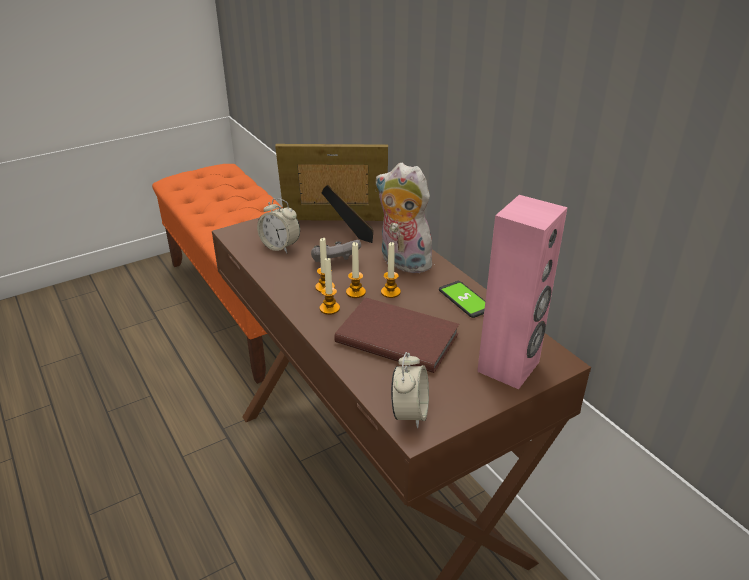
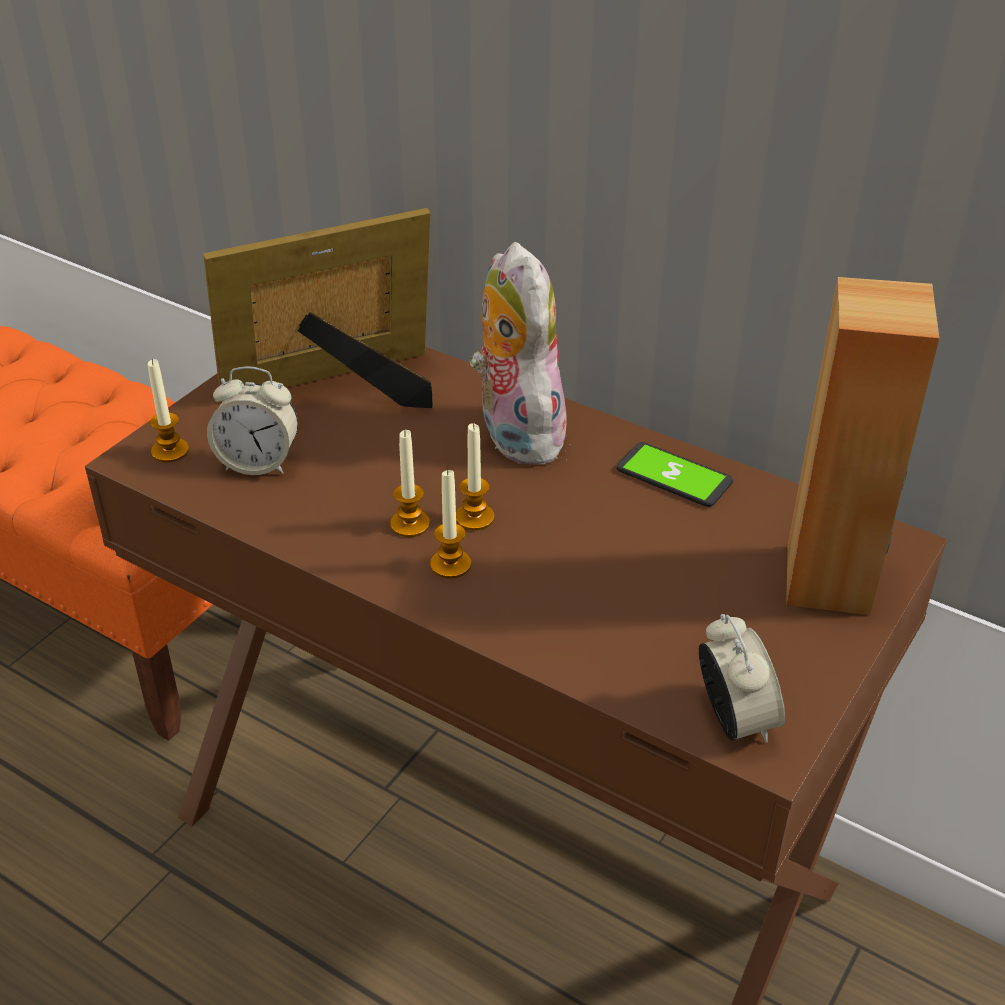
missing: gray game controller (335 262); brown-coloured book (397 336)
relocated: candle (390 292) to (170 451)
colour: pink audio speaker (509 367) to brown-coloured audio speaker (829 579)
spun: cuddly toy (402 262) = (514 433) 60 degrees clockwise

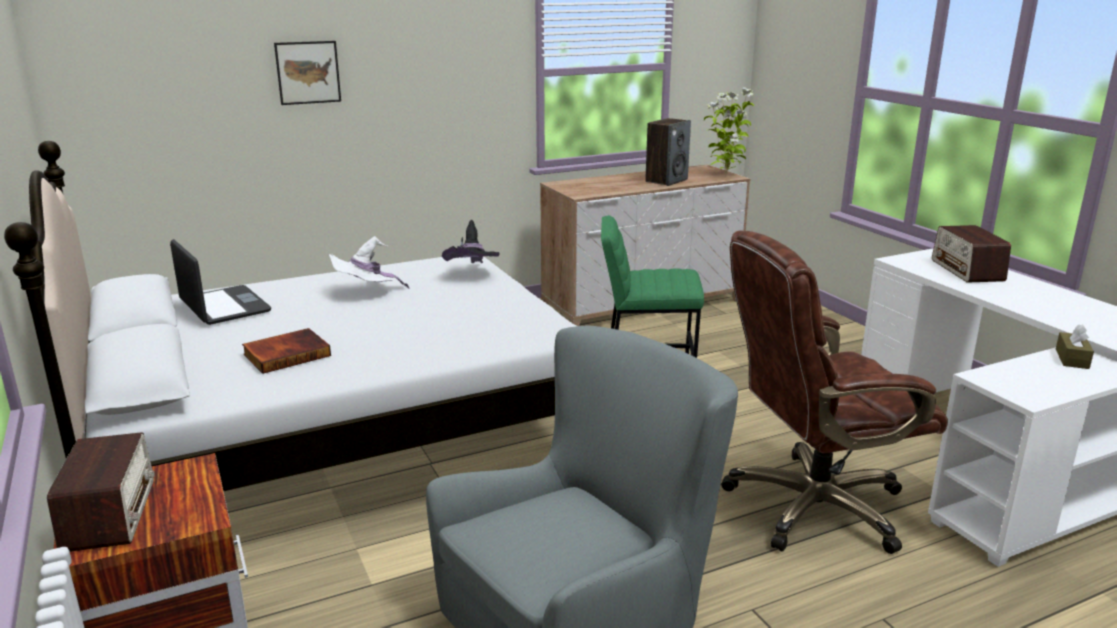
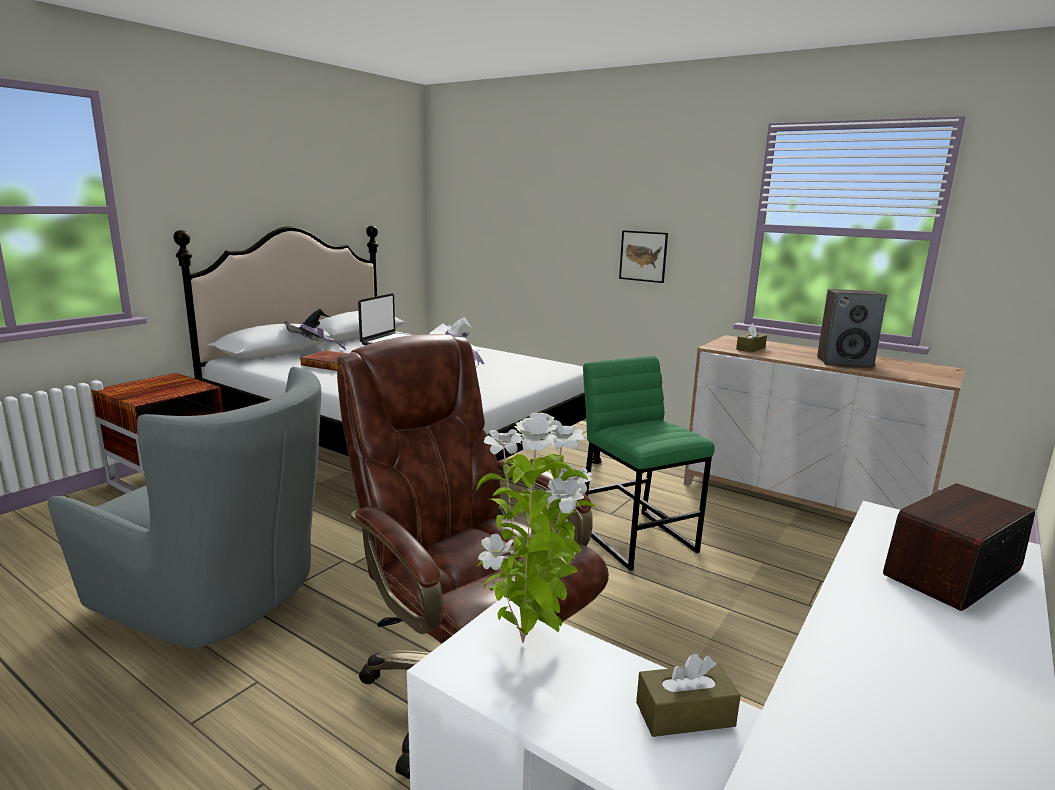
missing: radio receiver (110 514)
appeared: brown-coloured box of tissues (750 349)
relocated: blackish wearable hat (472 275) to (312 352); potted plant (725 176) to (527 641); wall art (308 72) to (643 256)

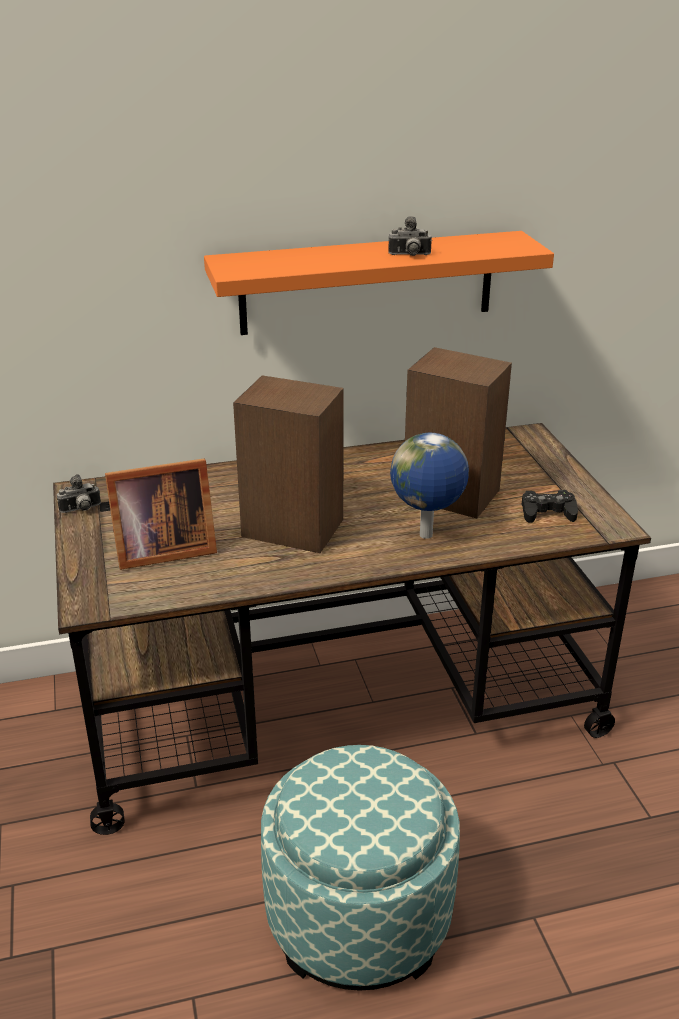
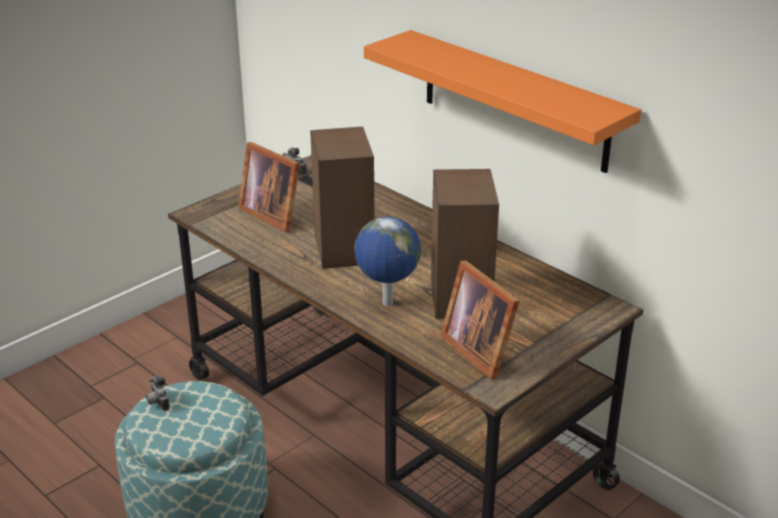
relocated: still camera (409 255) to (157 402)
exchanged: blackish game controller (547 512) to standing frame (480 349)

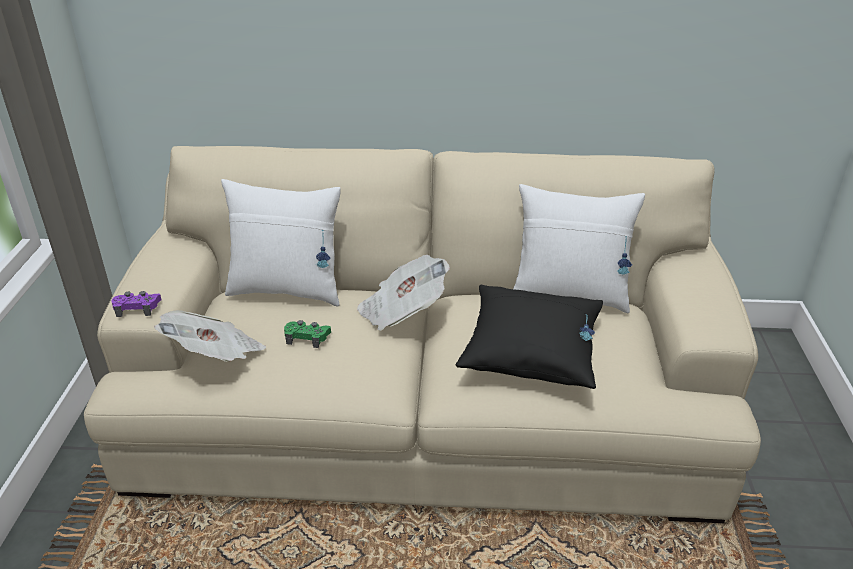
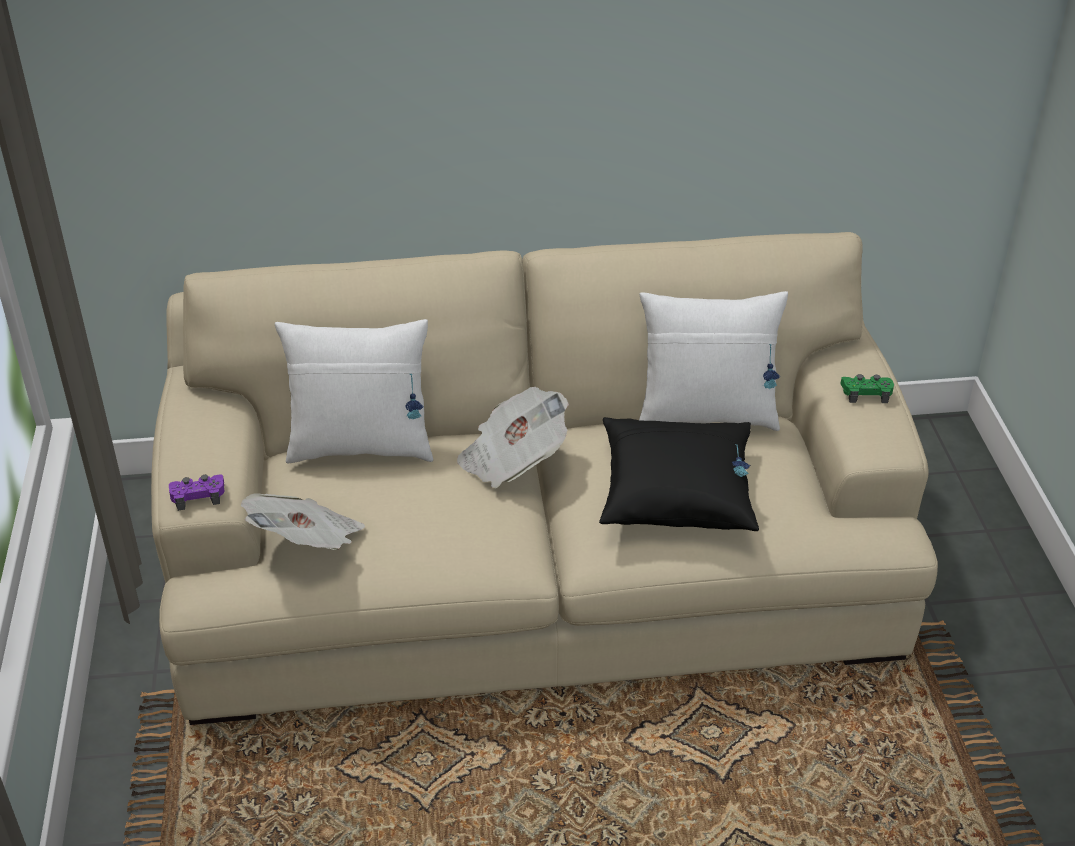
relocated: greenish game controller (307 337) to (866 393)

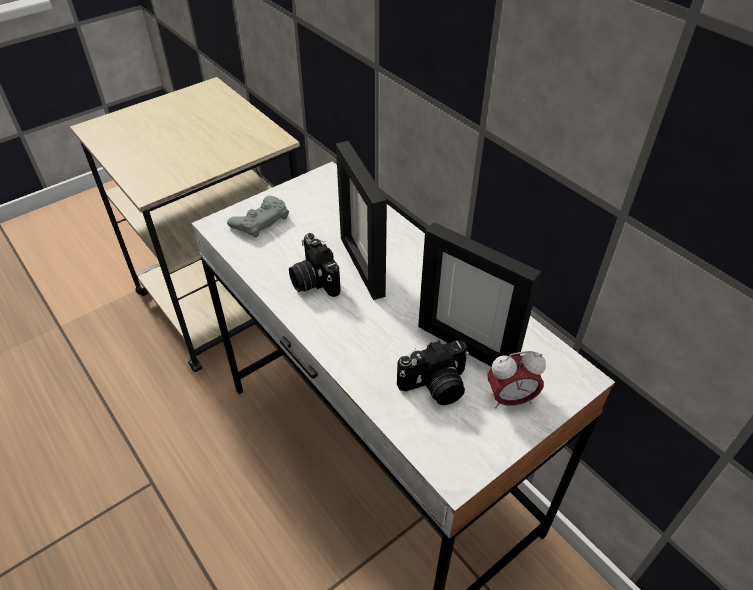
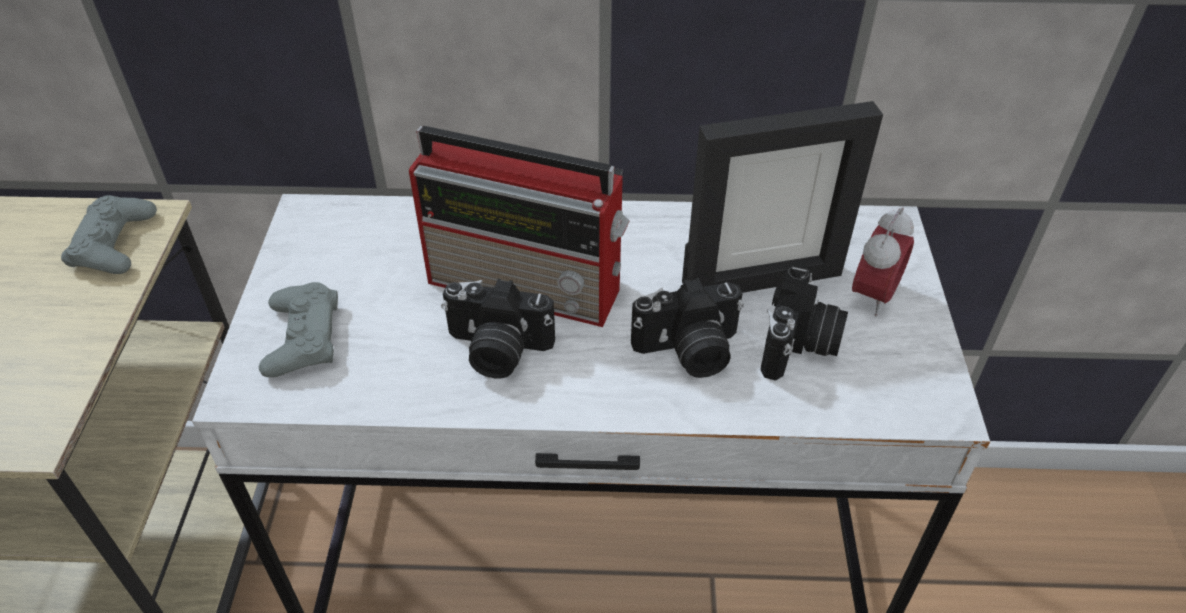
appeared: gray game controller (114 243); still camera (689 352)
exchanged: standing frame (364 265) to radio receiver (529 285)

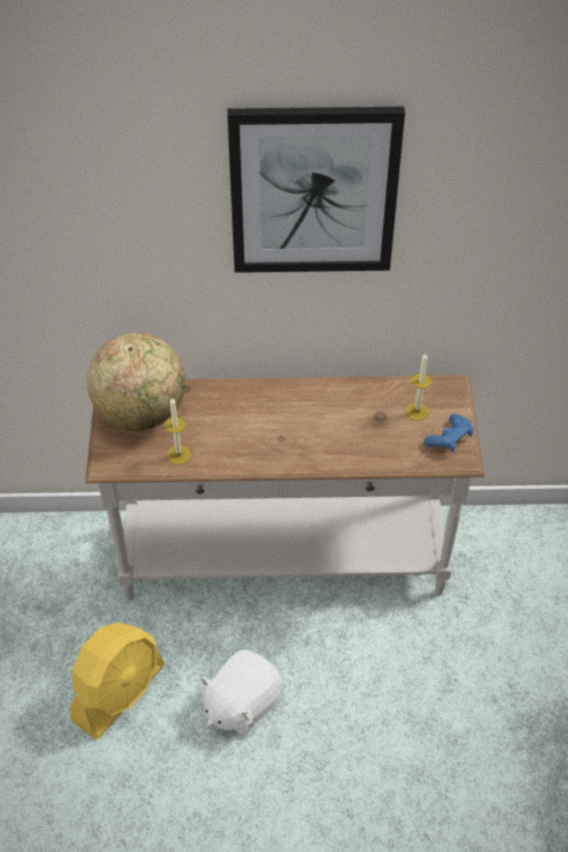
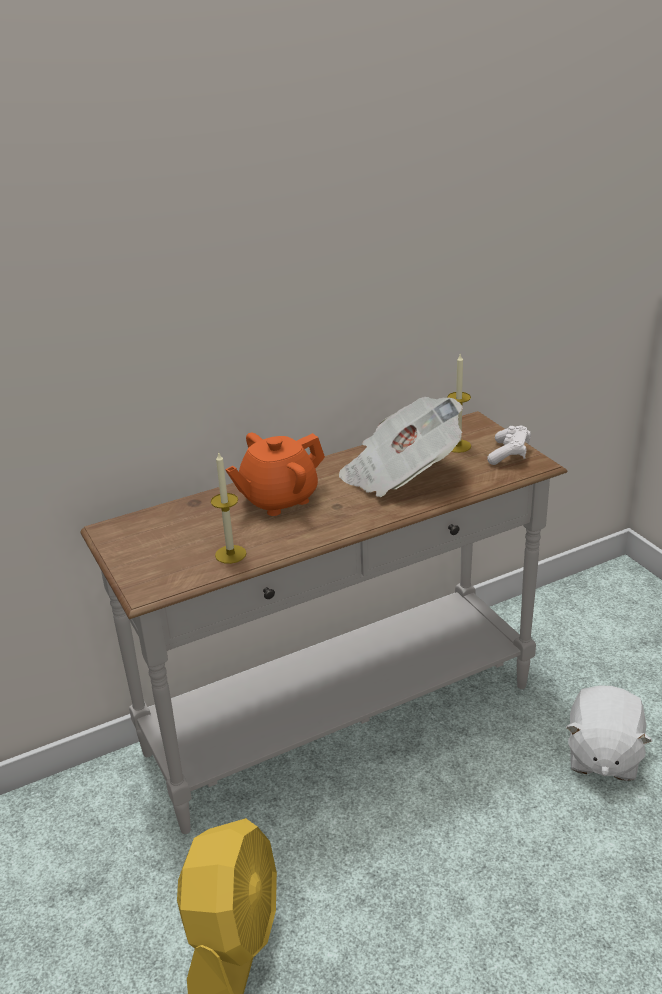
missing: globe (141 412); wall art (313 191)
appeared: orange pot for tea (278 499); newspaper (400 474)
relocated: whitish cuddly toy (241 703) to (602 755)
colour: blue-coloured game controller (449 439) to whitish game controller (509 454)

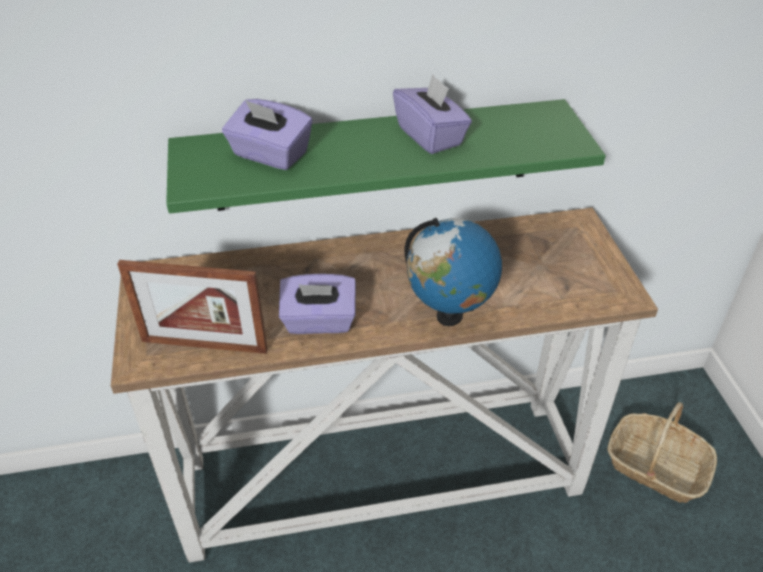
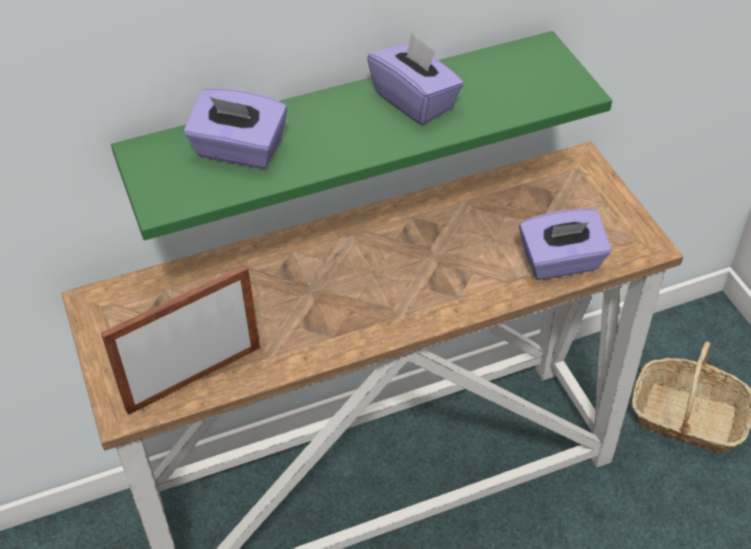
missing: globe (449 316)
relocated: purple-coloured box of tissues (319 322) to (561 262)
spun: standing frame (204 345) = (194 378) 150 degrees clockwise

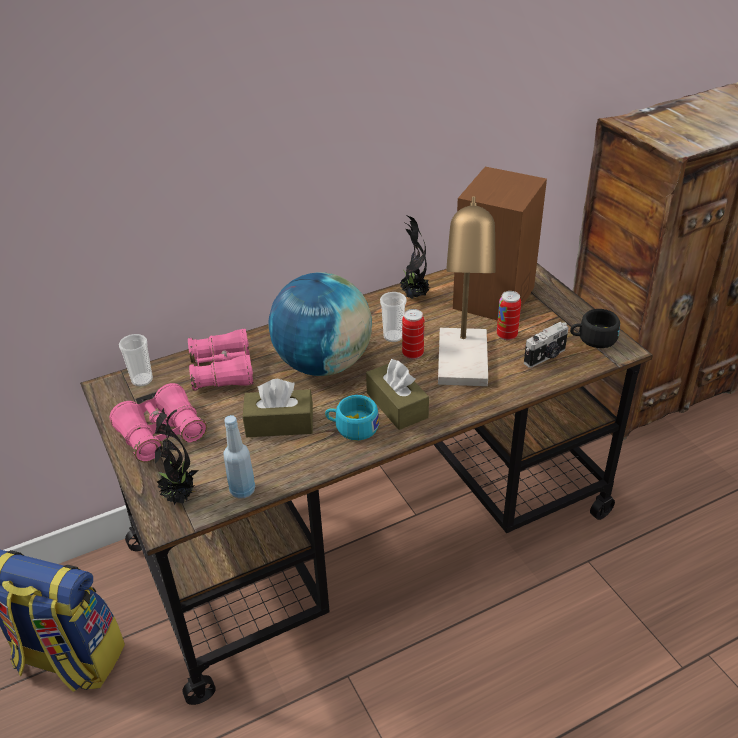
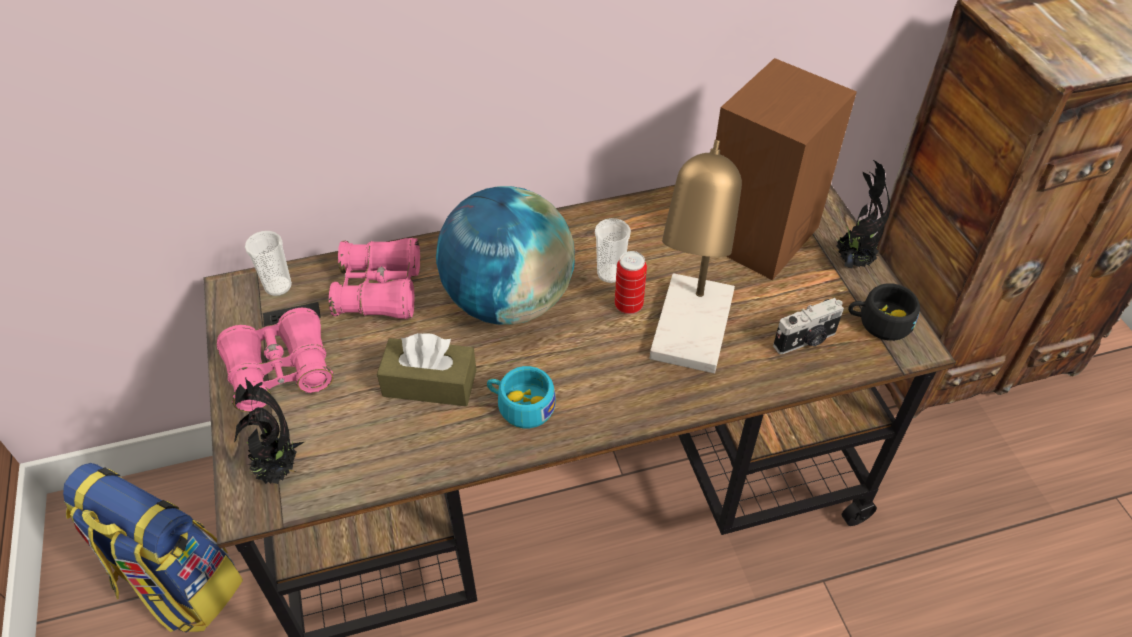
missing: blue-coloured bottle (242 490); brown-coloured box of tissues (397 405); metal can (506 335)
relocated: potted plant (413 296) to (851 260)

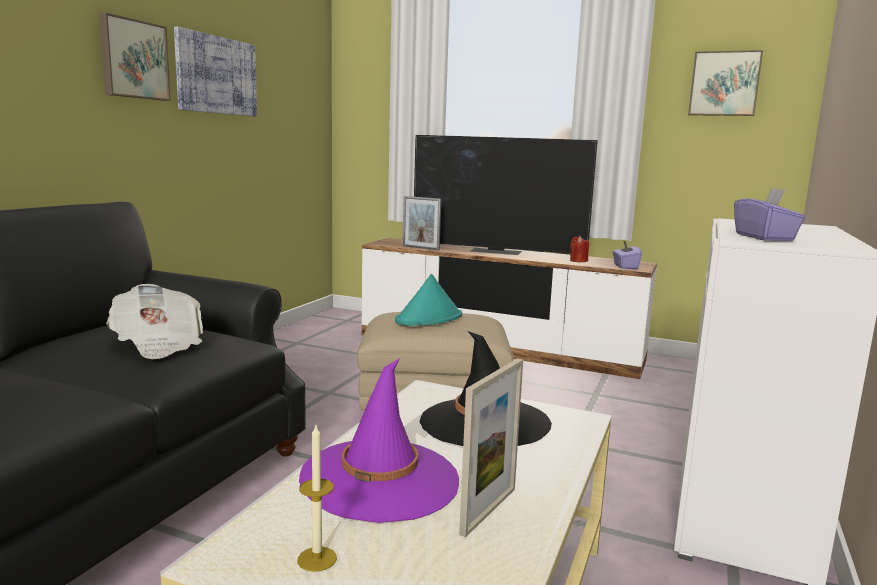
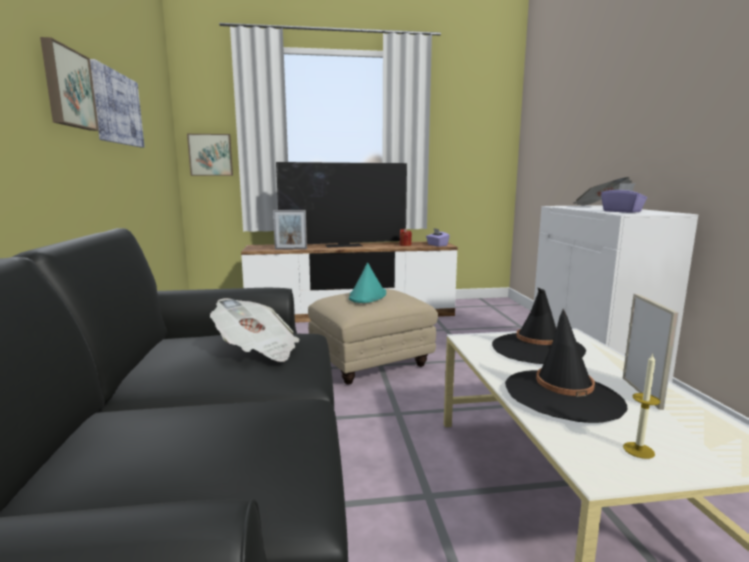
appeared: newspaper (599 207)
relocated: wall art (724 84) to (211 155)
colour: purple-coloured wearable hat (380 479) to blackish wearable hat (563 395)

